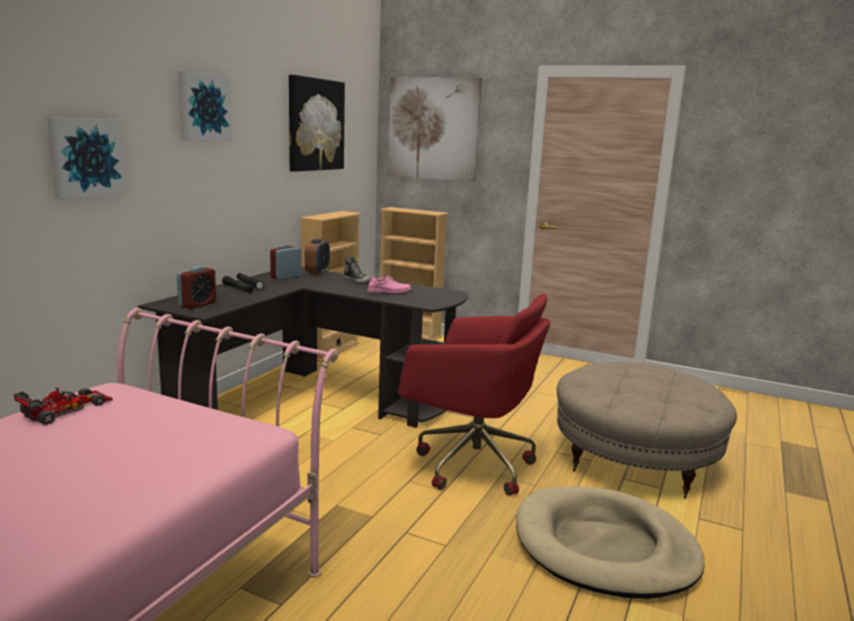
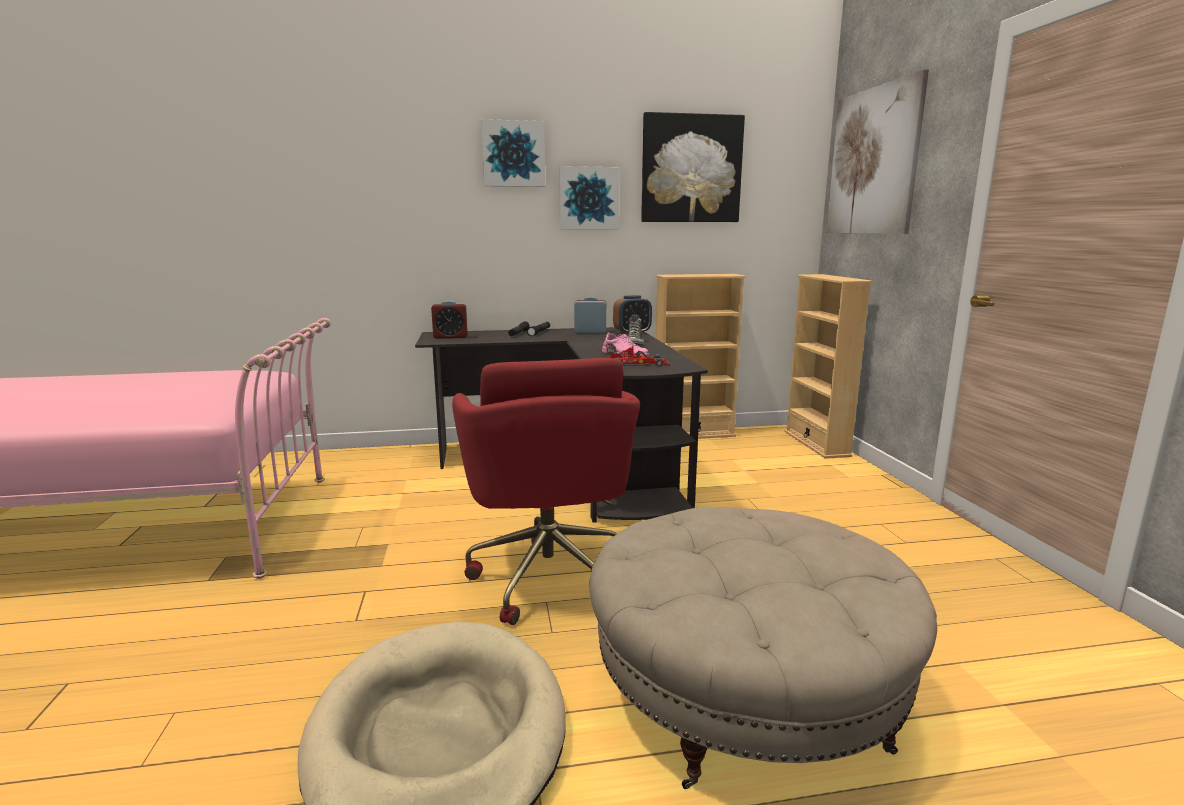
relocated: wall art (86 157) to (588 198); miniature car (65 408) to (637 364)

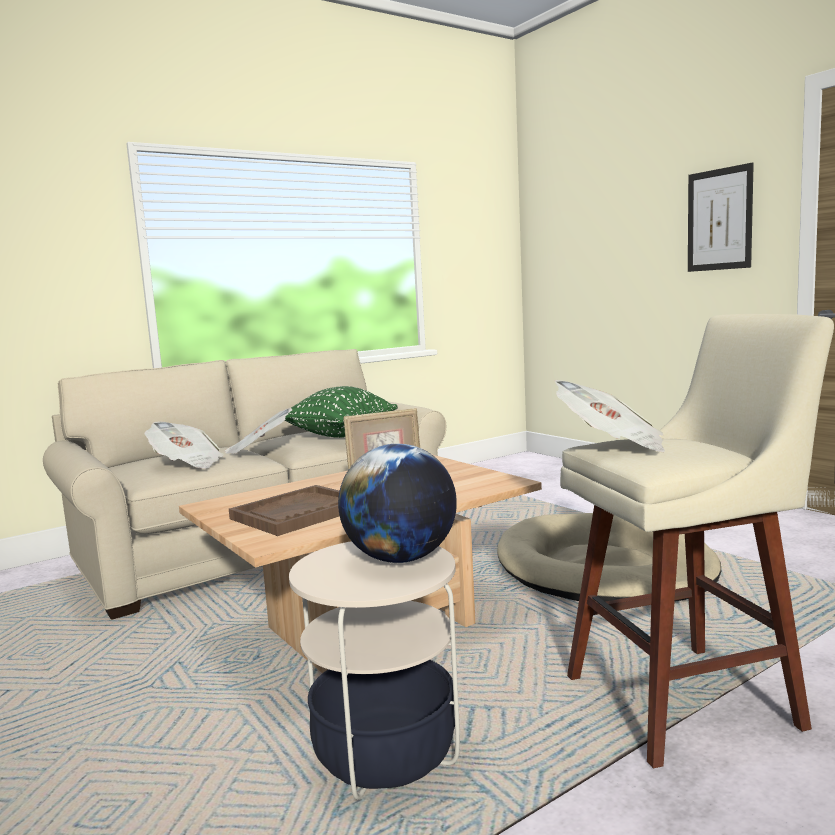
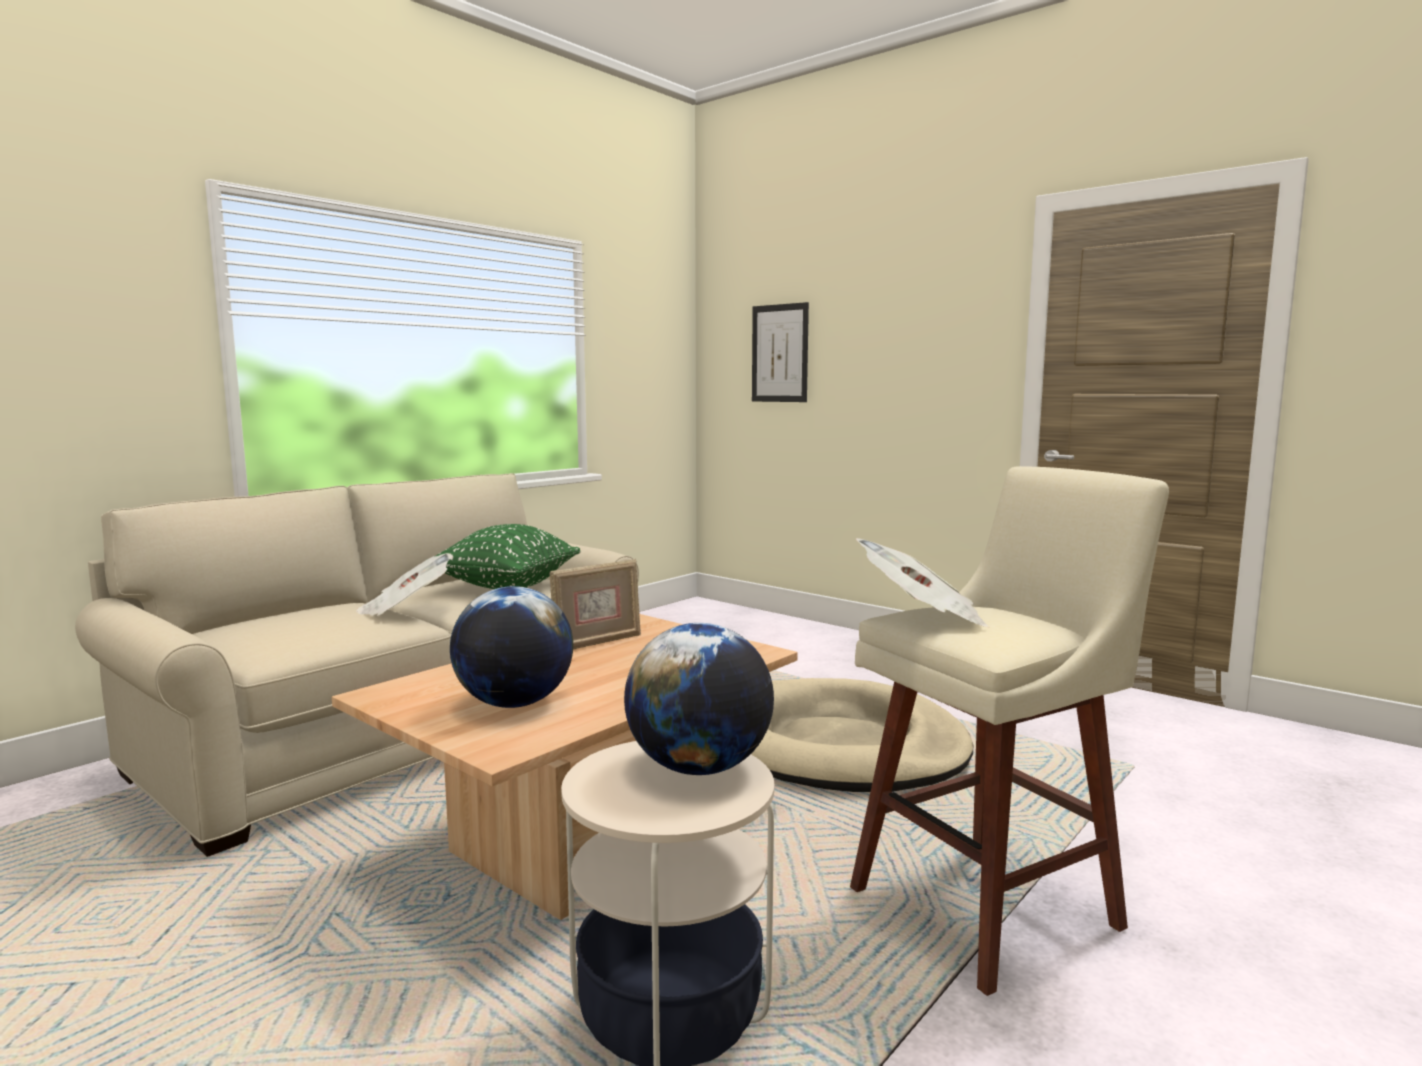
missing: newspaper (187 464)
relocated: wall art (719 219) to (779 353)
exchanged: brown-coloured carrying tray (298 513) to globe (515 703)

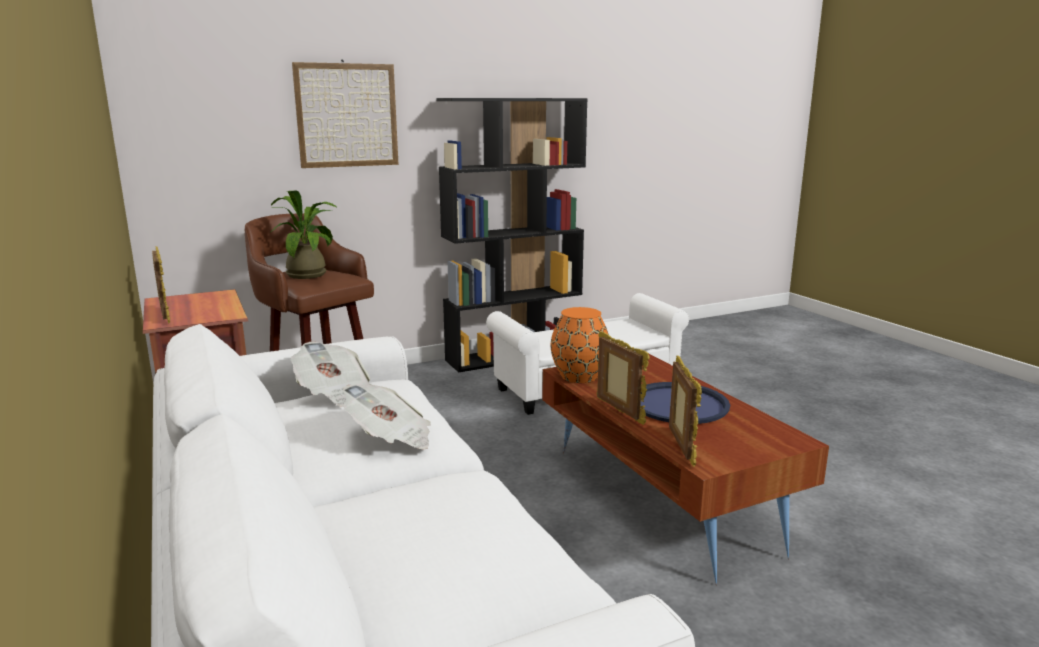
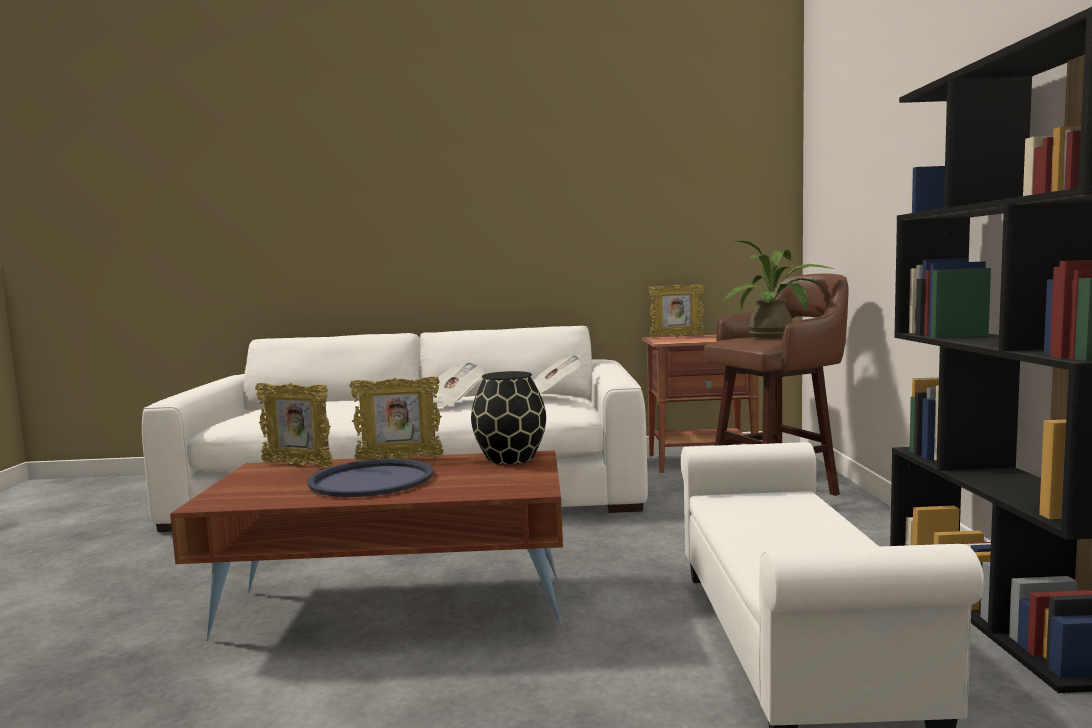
missing: wall art (347 113)
colour: orange decorative vase (578 376) to blackish decorative vase (511 458)

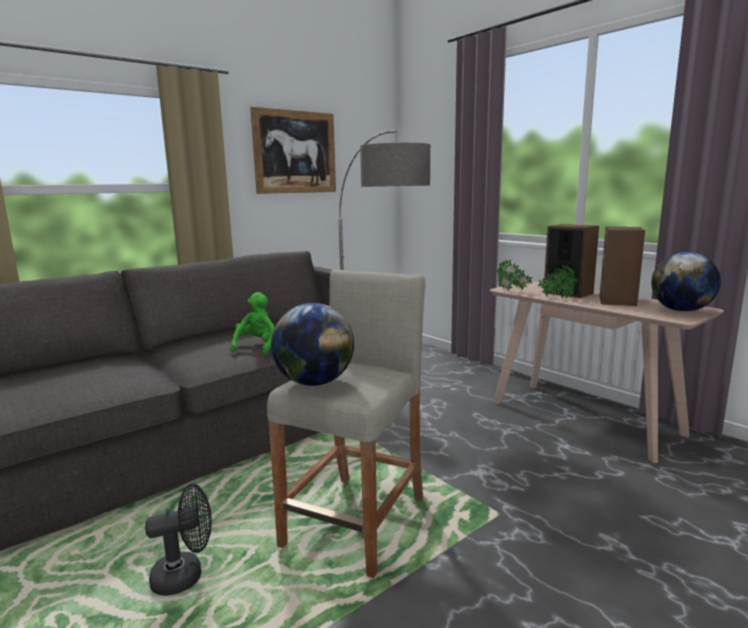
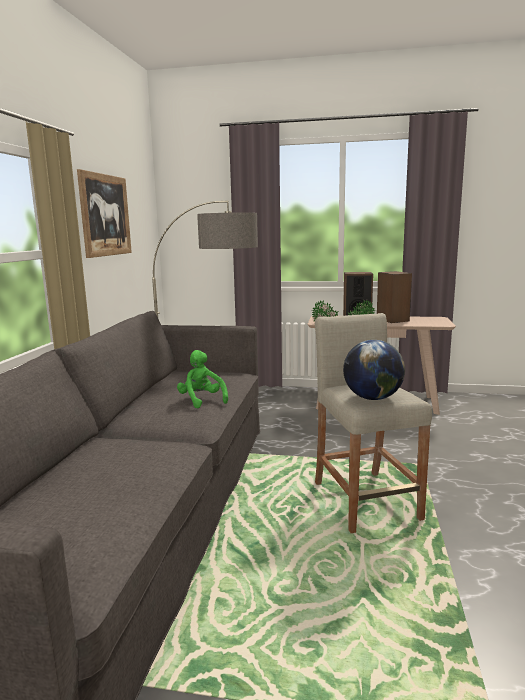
missing: blackish electric fan (185 575); globe (681 310)

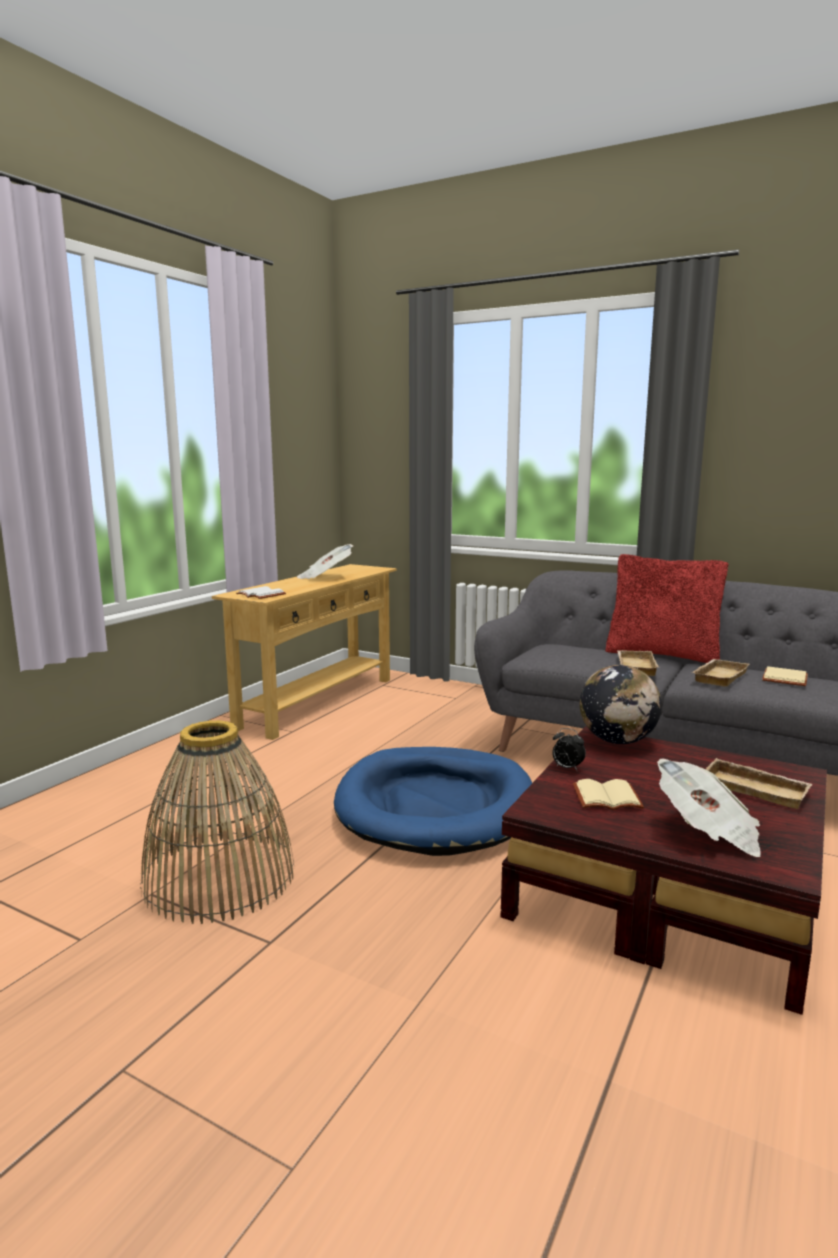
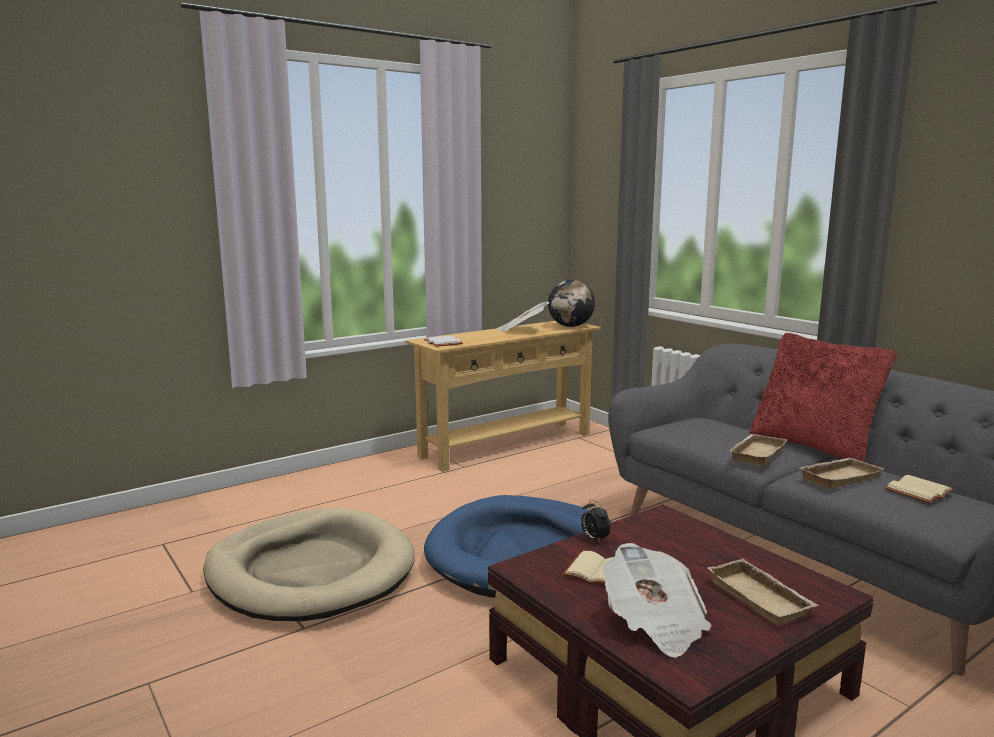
relocated: globe (617 741) to (570 326)
exchanged: household basket (219 877) to beige-coloured dog bed (310 572)

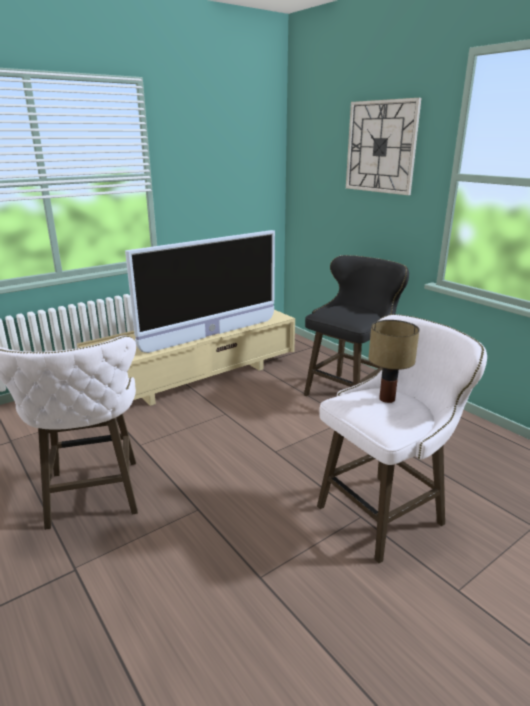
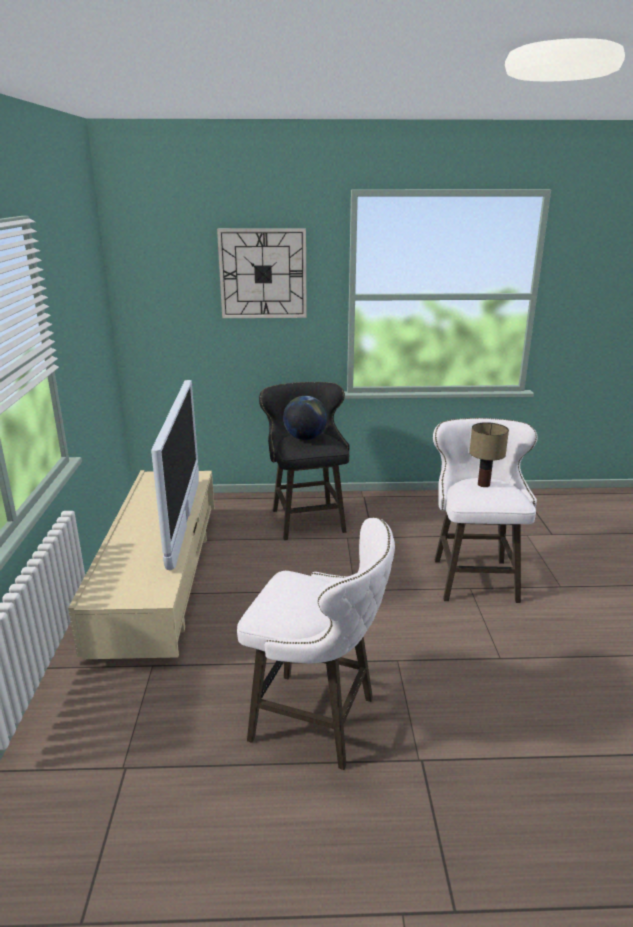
appeared: globe (305 438)

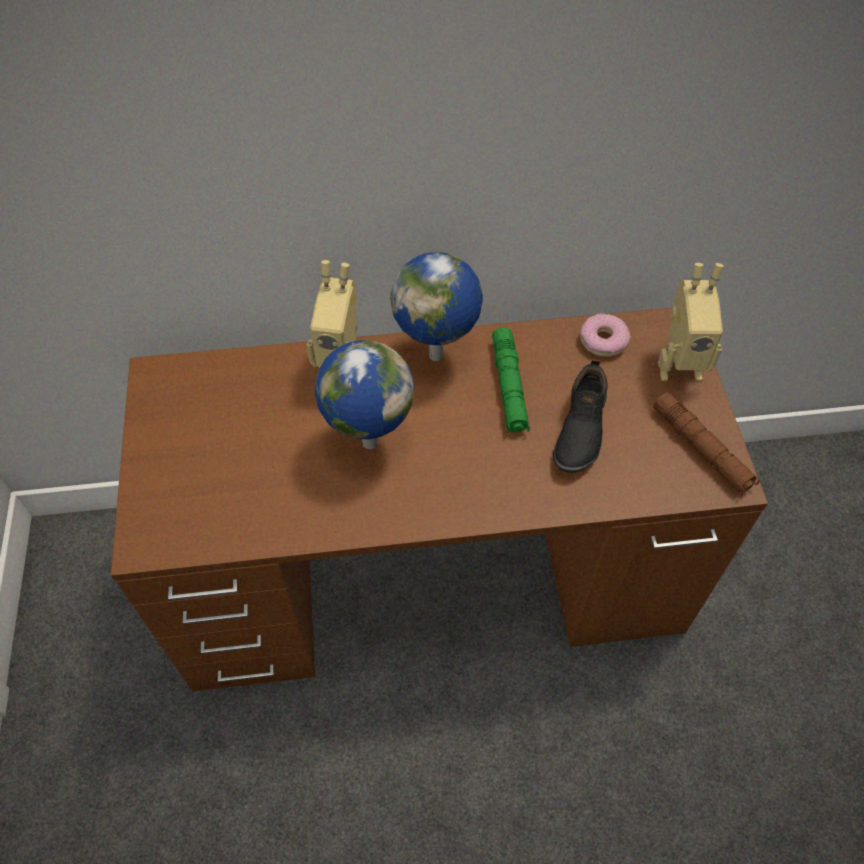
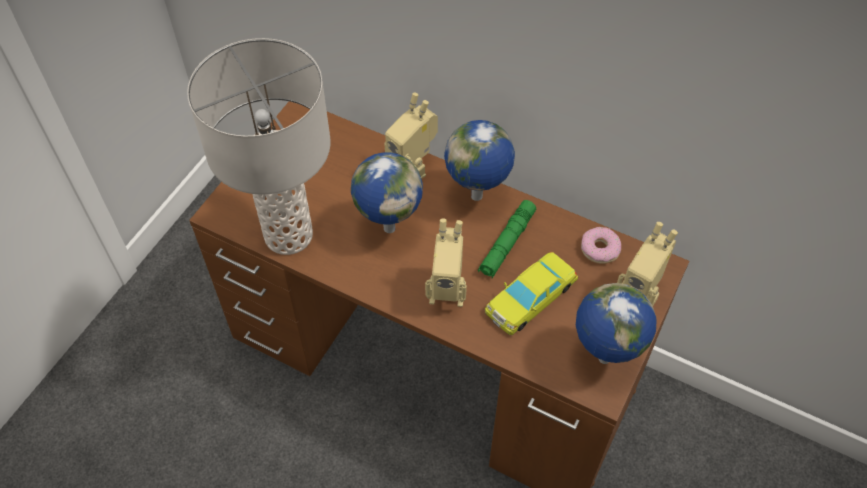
appeared: whitish tabletop lamp (289 234); toy robot (447 291)
exchanged: blackish item of footwear (579 428) to yellow-coloured miniature car (530 297); brown-coloured flashlight (701 449) to globe (602 359)

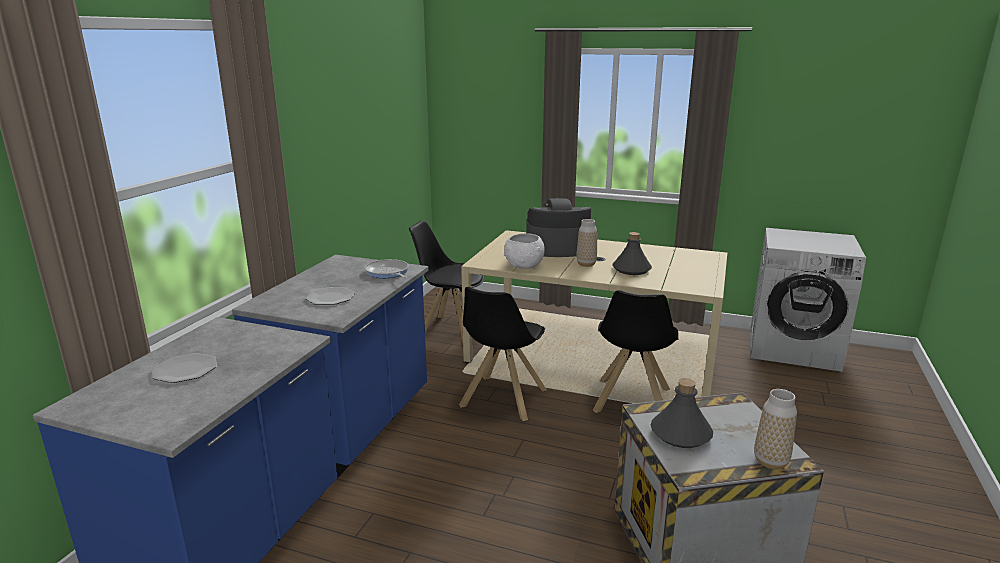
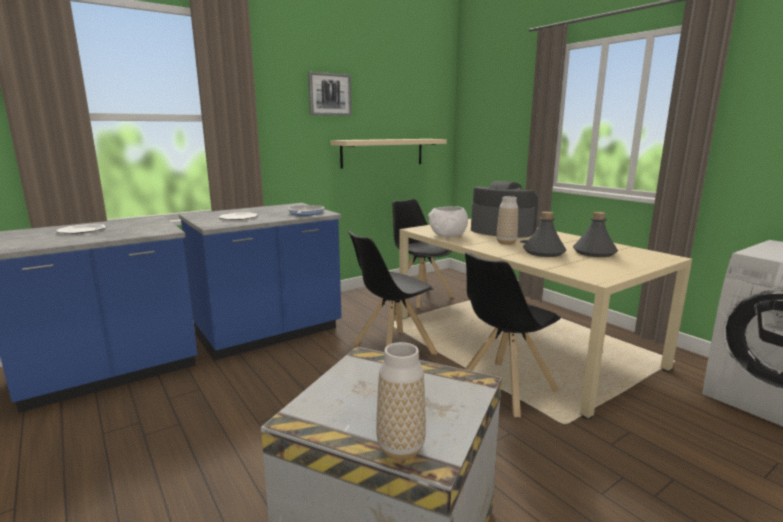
appeared: wall art (329 94); beige-coloured shelf (382 152)
relocated: gray bottle (681 434) to (594 253)

